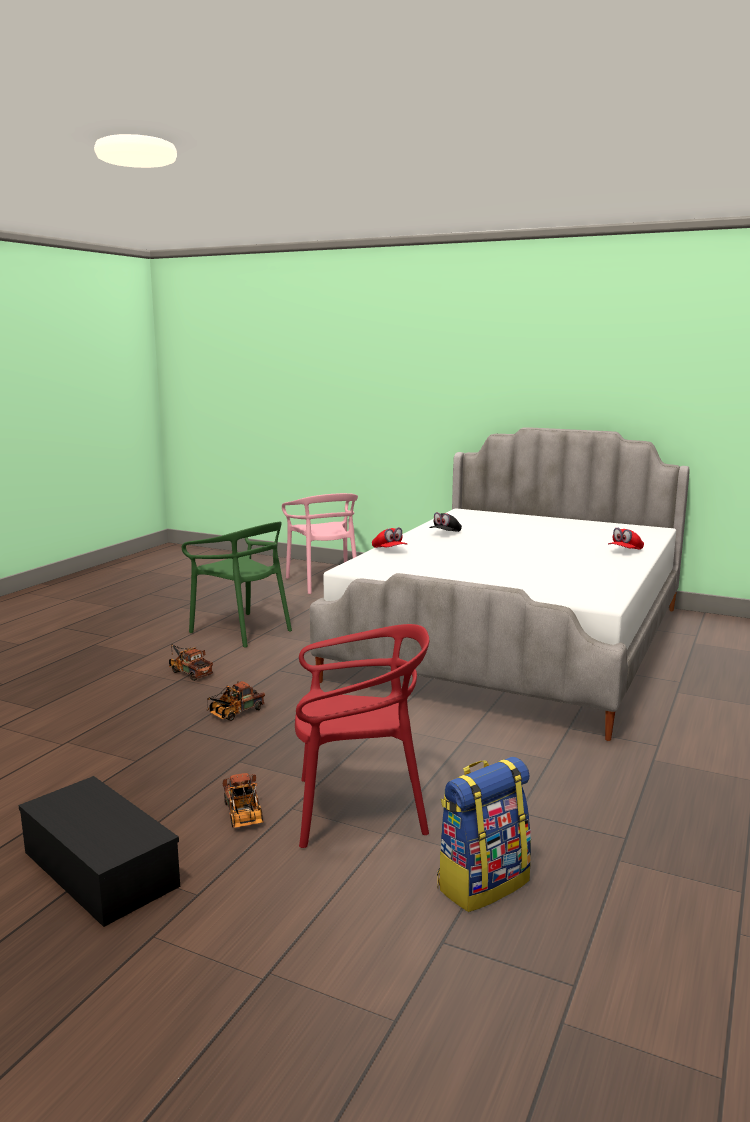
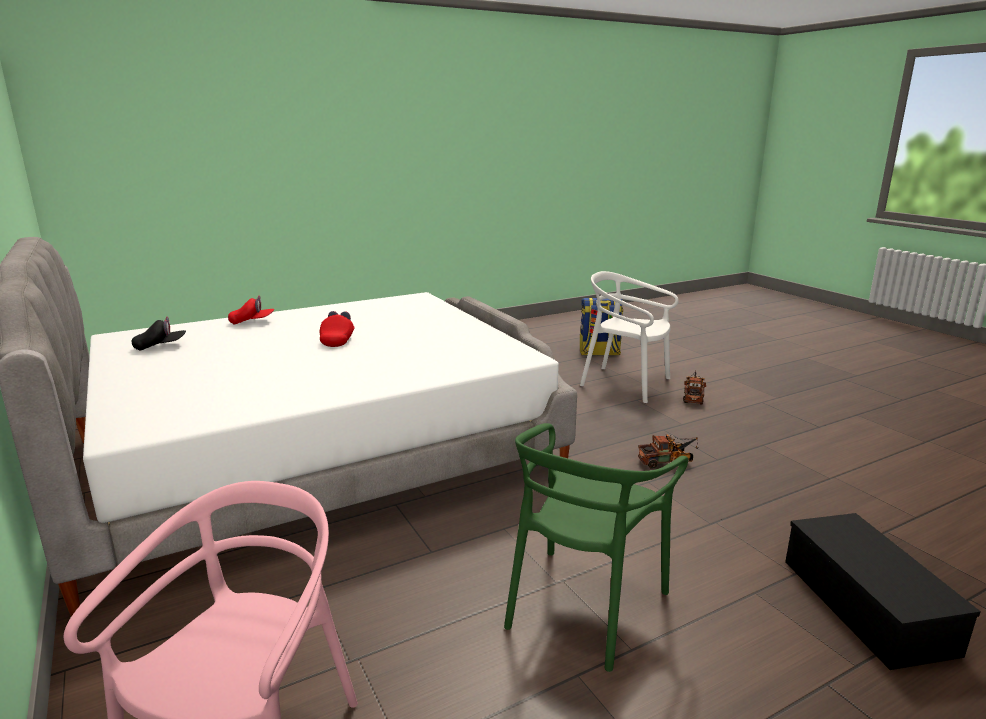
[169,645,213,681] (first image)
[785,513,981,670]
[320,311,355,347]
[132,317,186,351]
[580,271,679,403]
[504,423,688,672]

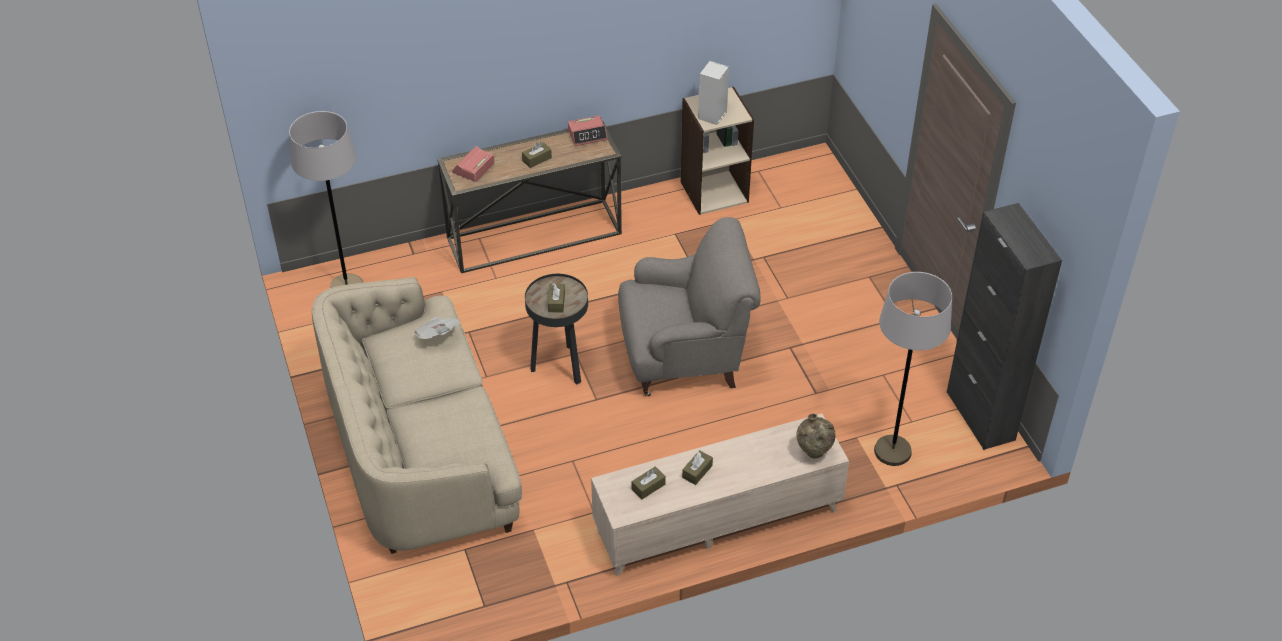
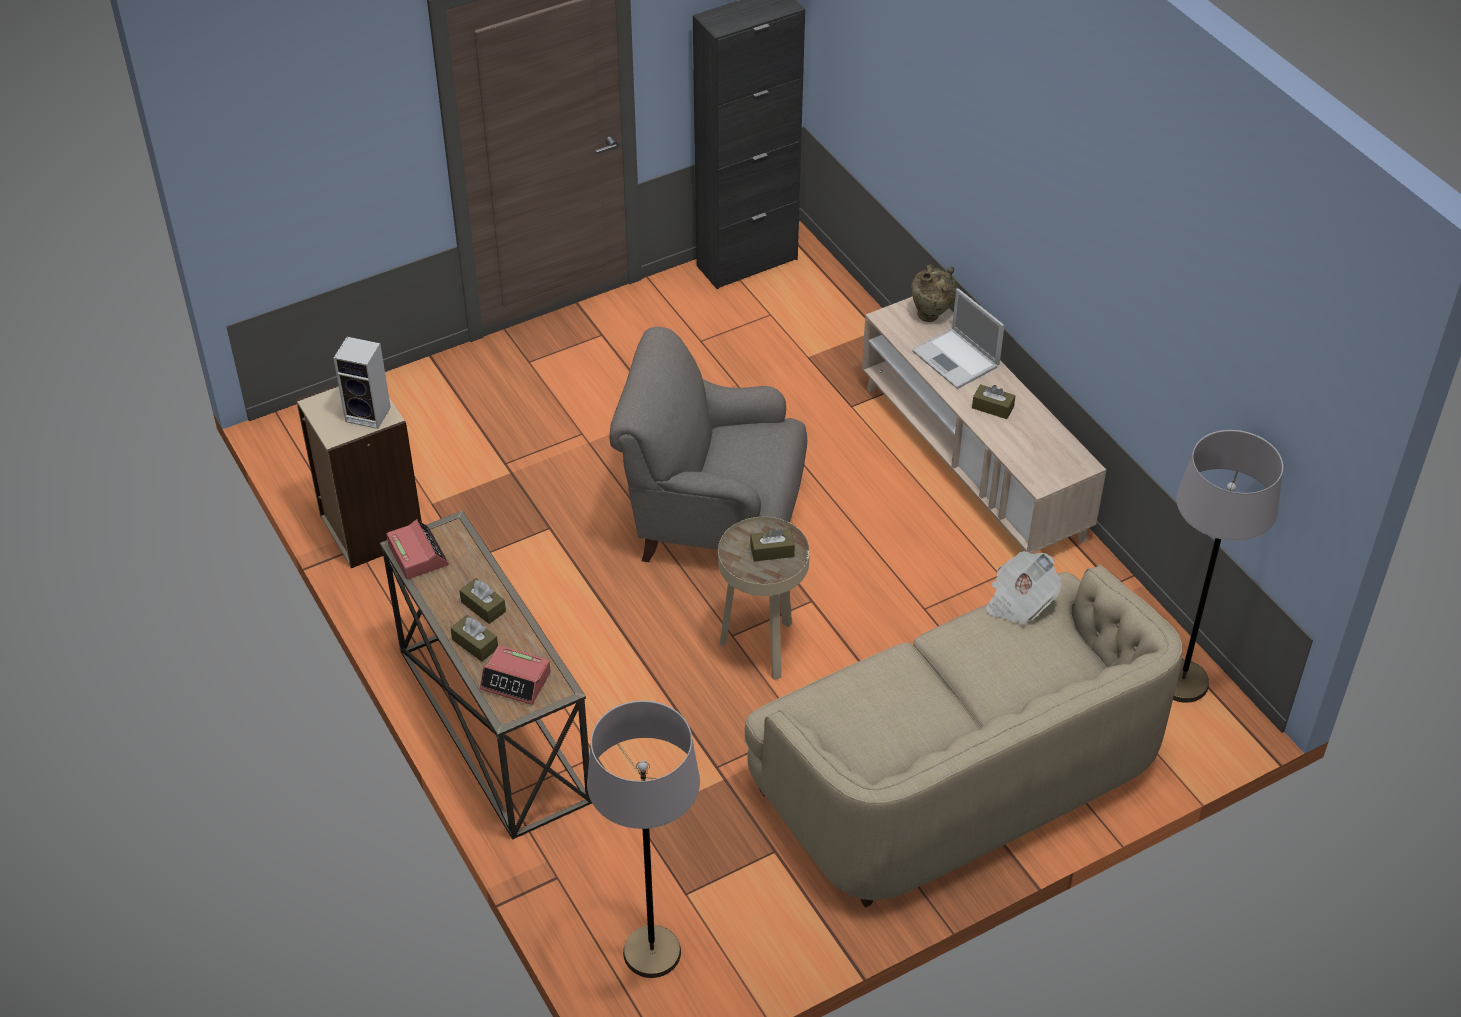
[912,288,1005,389]
[986,551,1062,625]
[450,615,498,661]
[1173,430,1283,703]
[718,517,810,680]
[610,327,807,562]

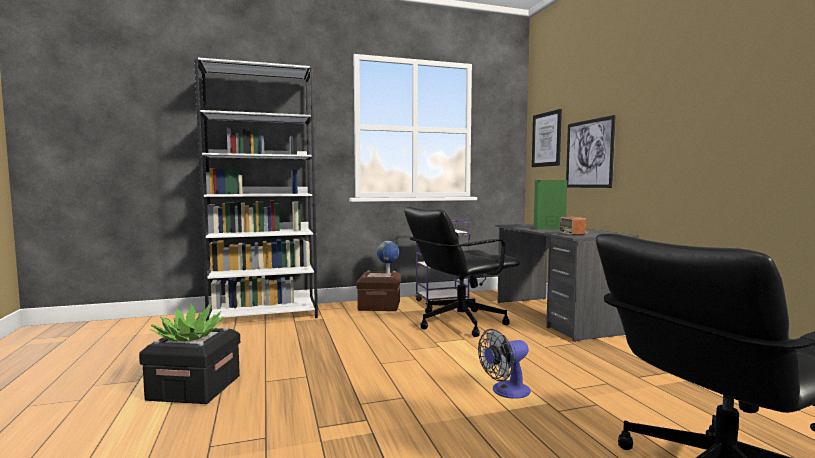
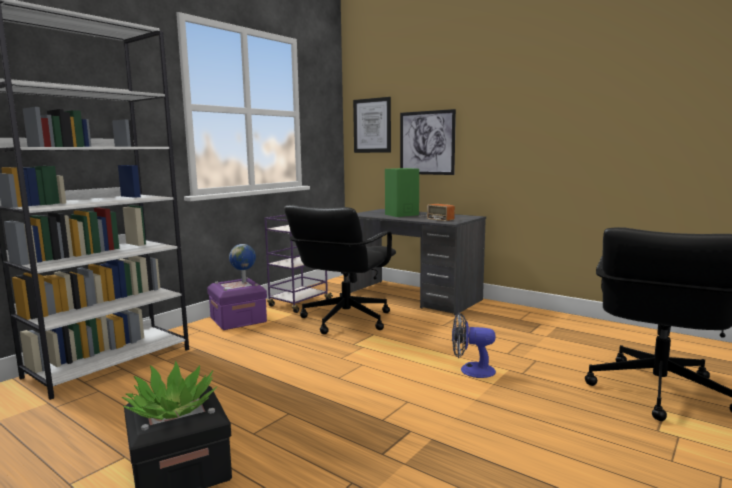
[207,277,267,330]
[452,312,496,378]

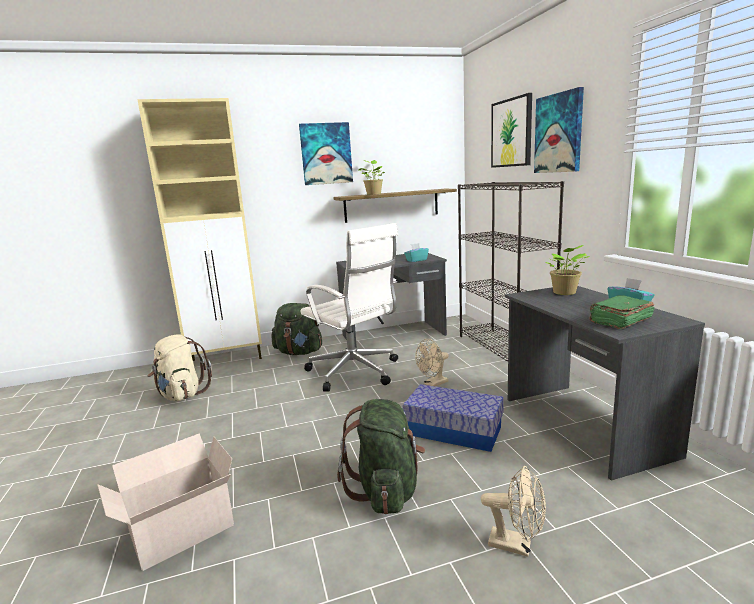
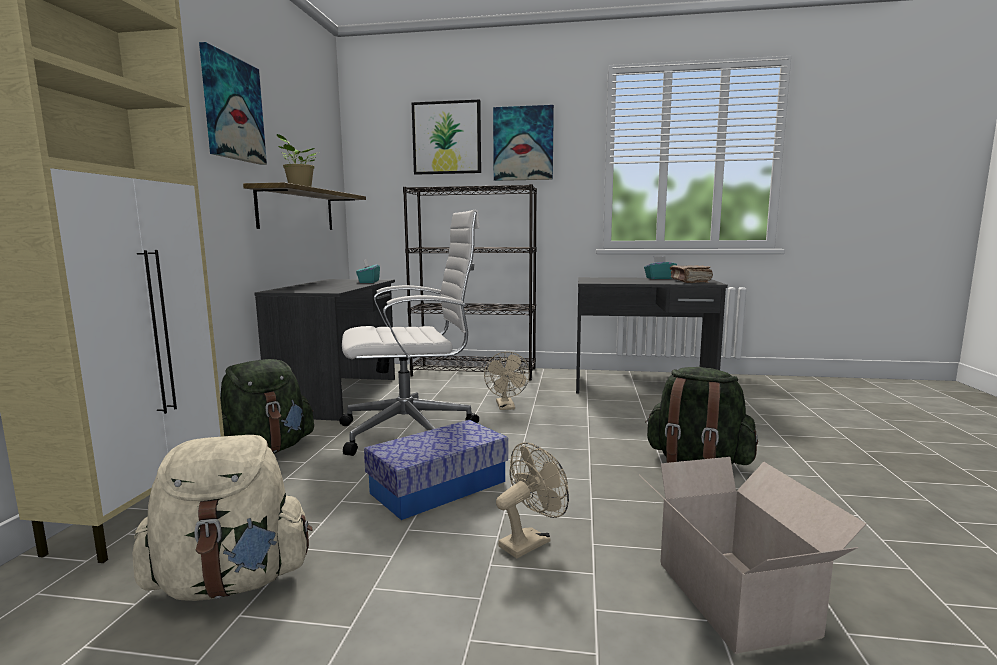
[546,245,590,295] (first image)
[364,420,508,520]
[496,442,569,558]
[670,265,713,283]

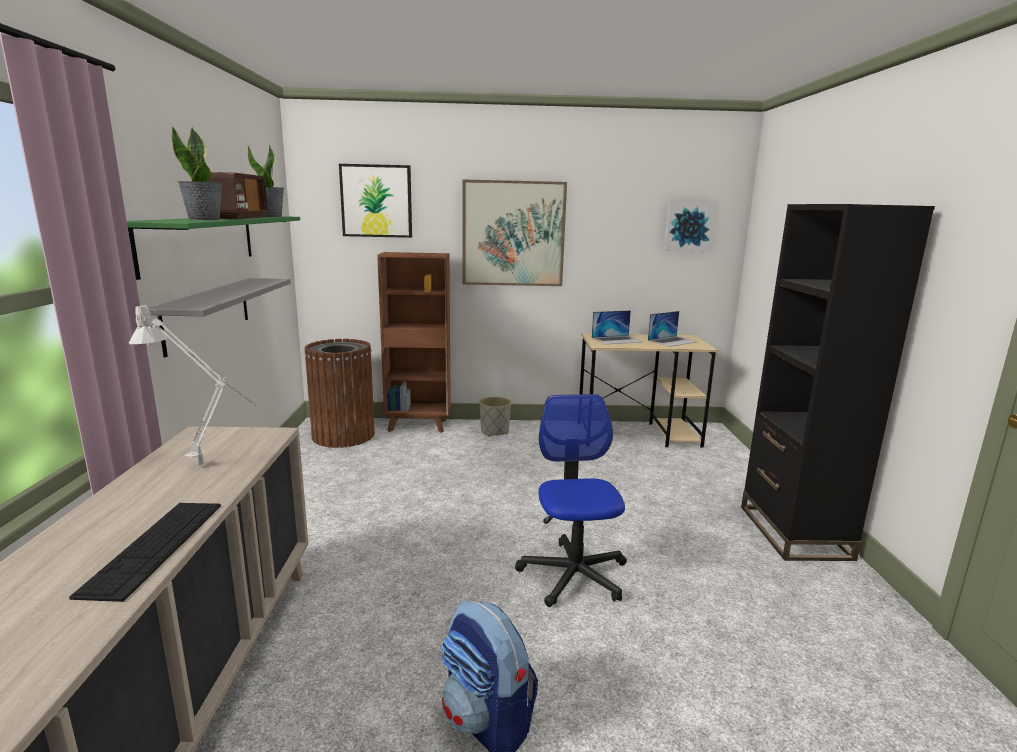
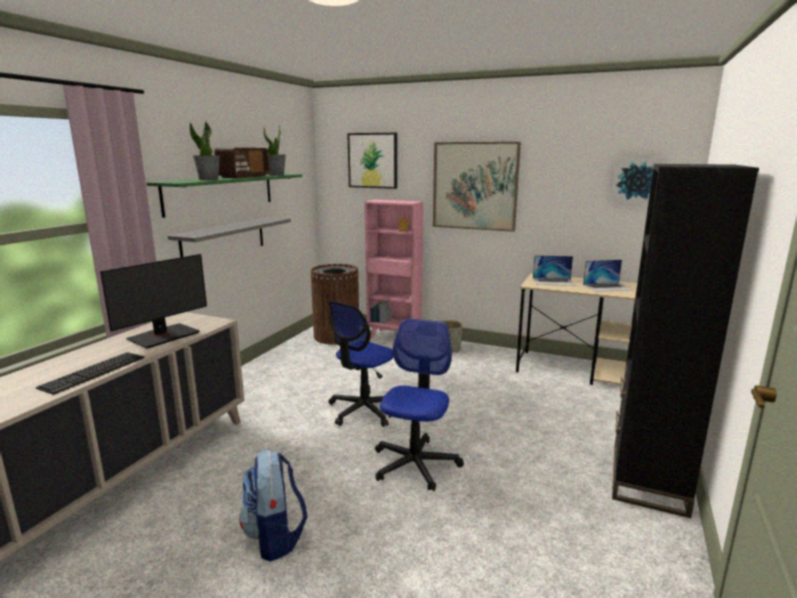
[328,301,394,427]
[100,254,207,348]
[365,200,423,338]

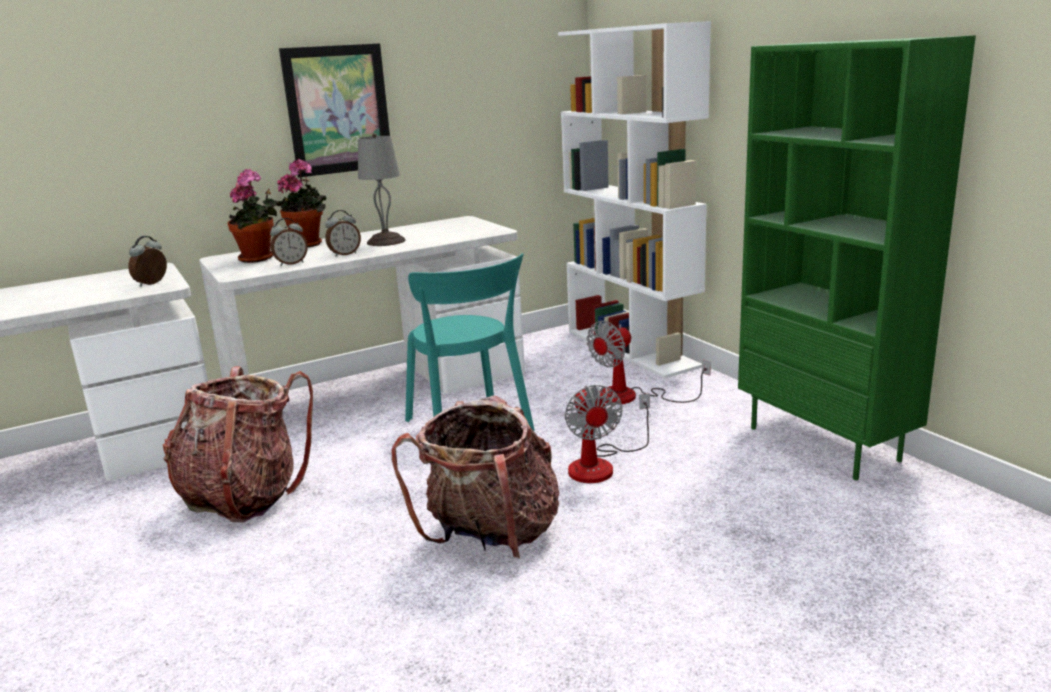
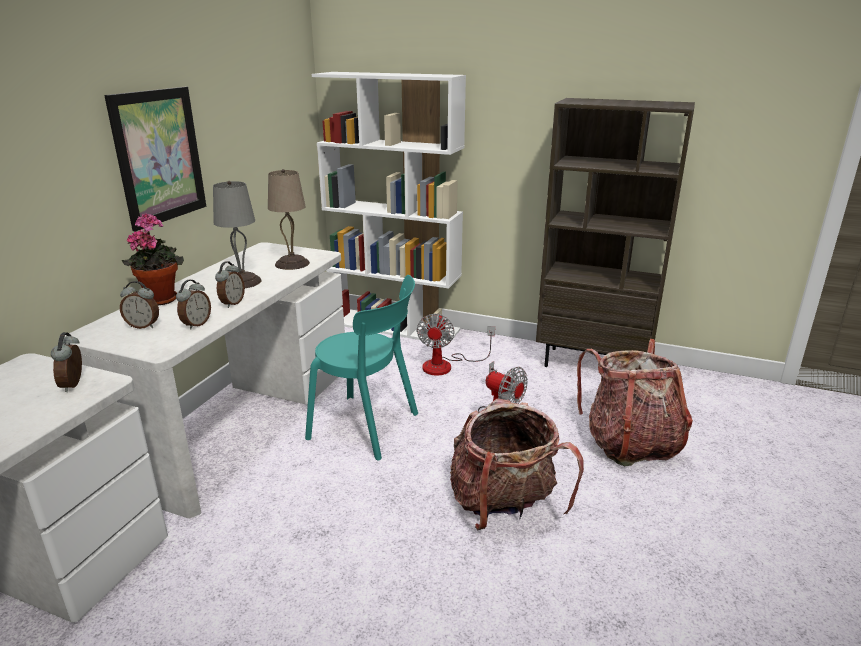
[268,169,310,270]
[577,339,693,466]
[120,281,159,329]
[536,98,695,367]

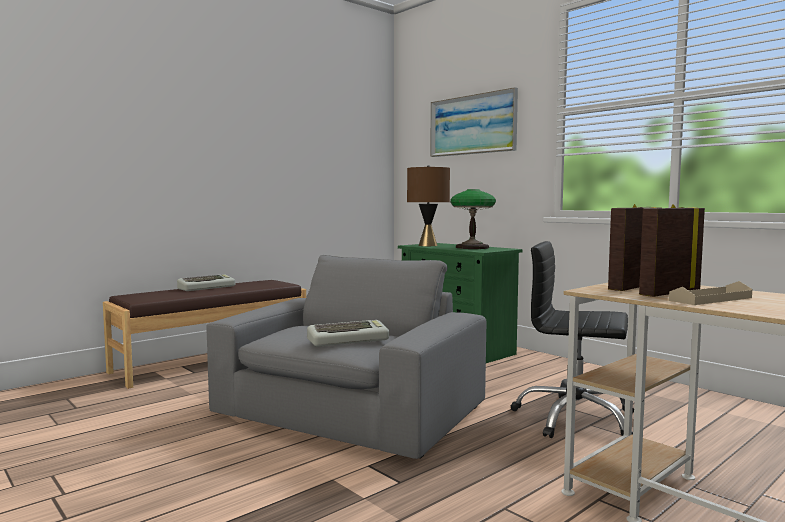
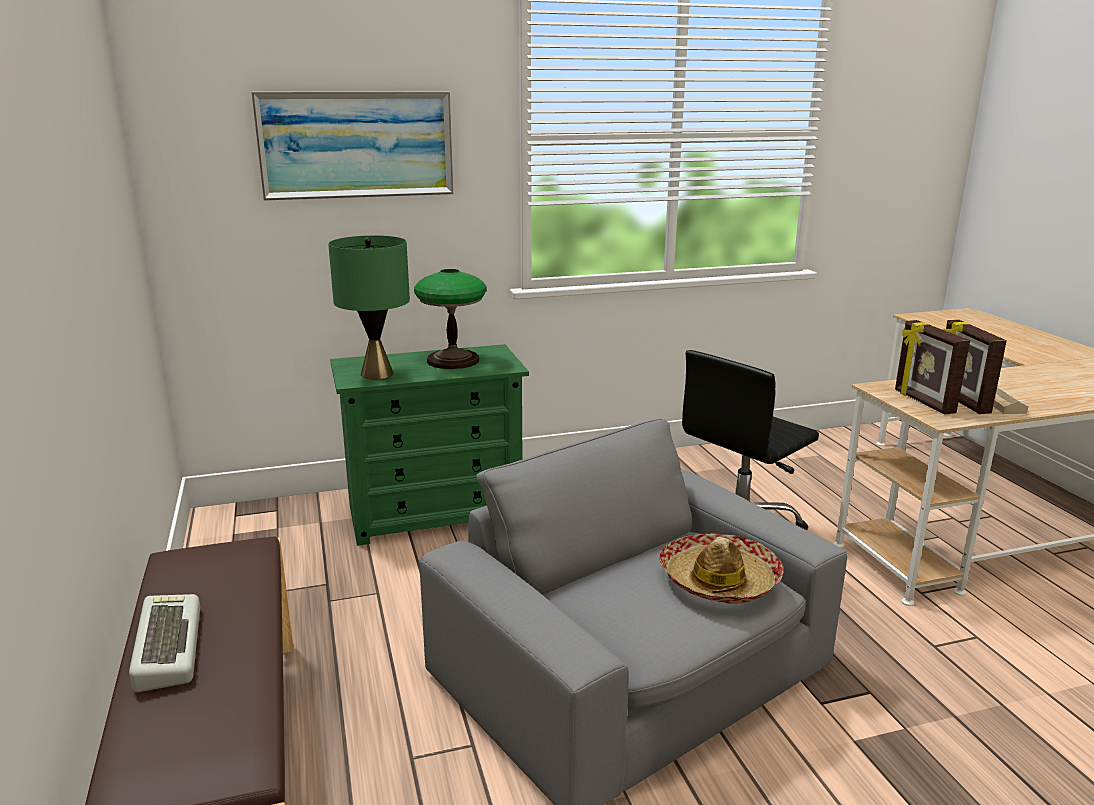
[659,534,784,604]
[328,235,410,379]

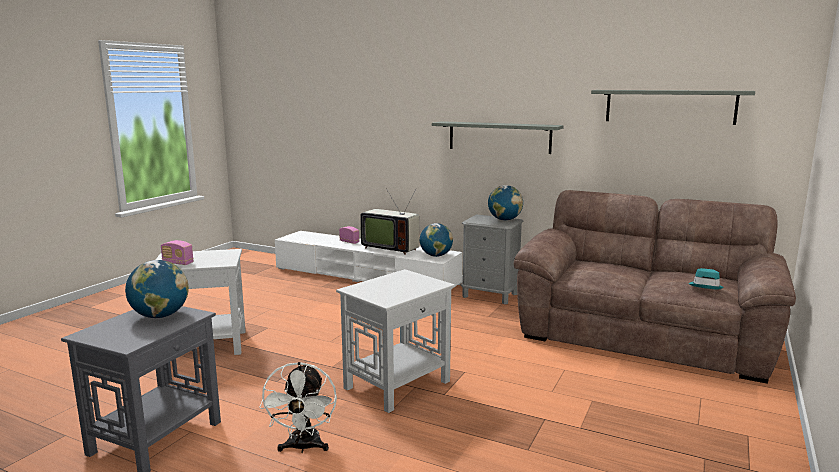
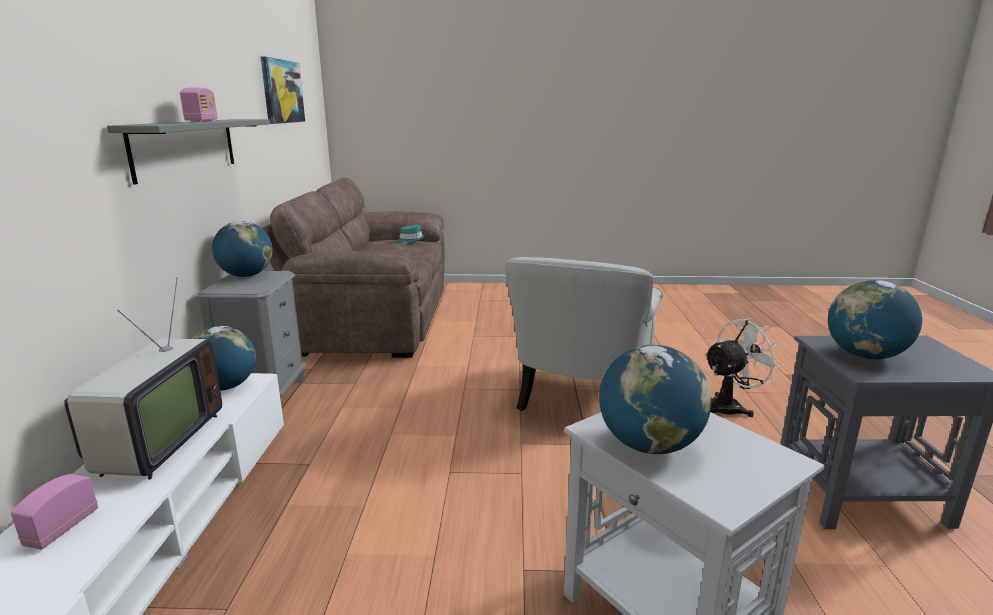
[599,345,712,454]
[180,88,218,122]
[505,257,663,411]
[260,57,305,124]

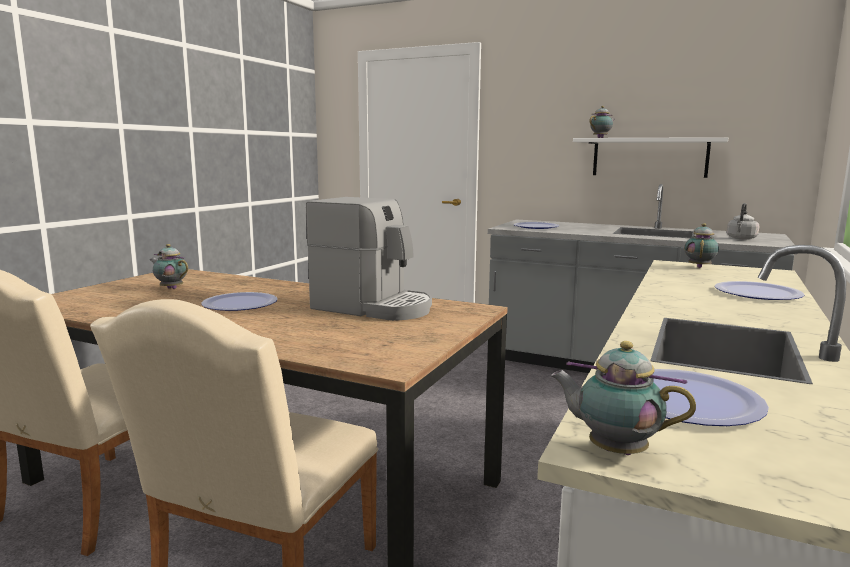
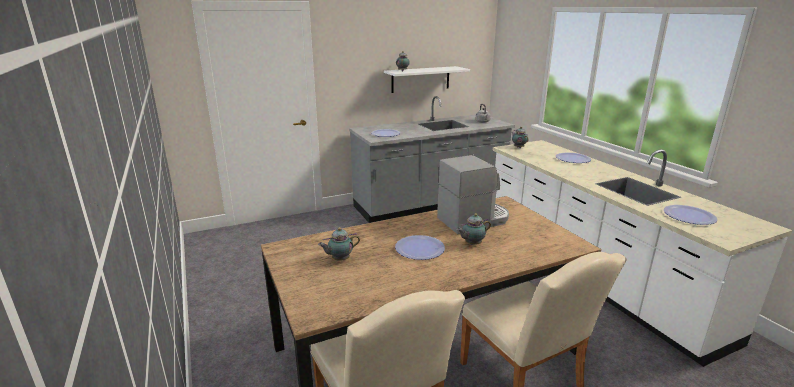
[456,214,491,245]

